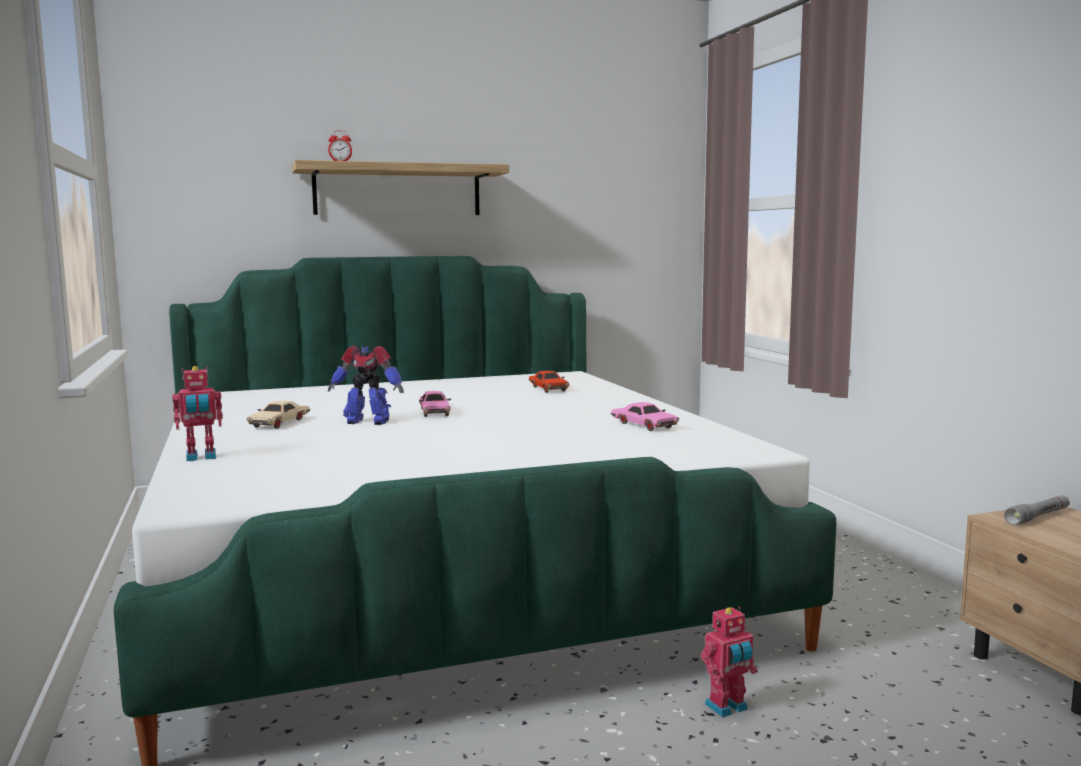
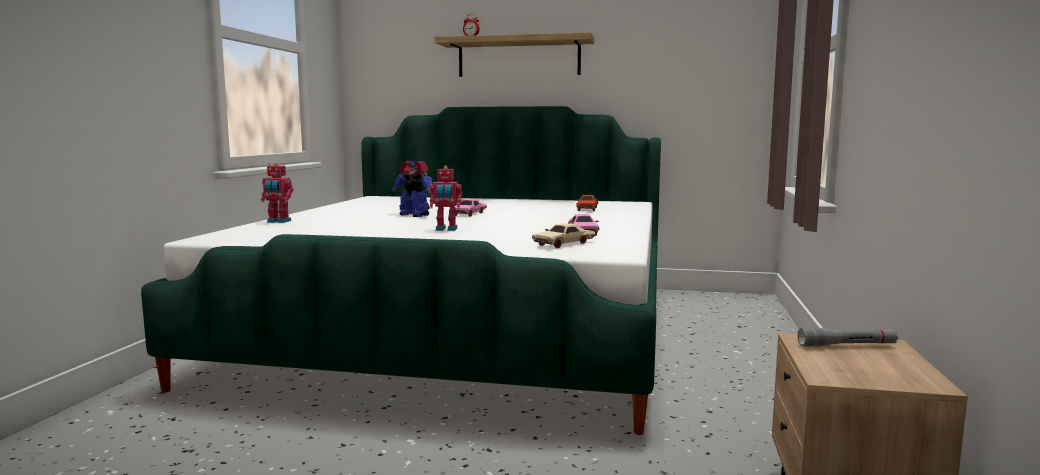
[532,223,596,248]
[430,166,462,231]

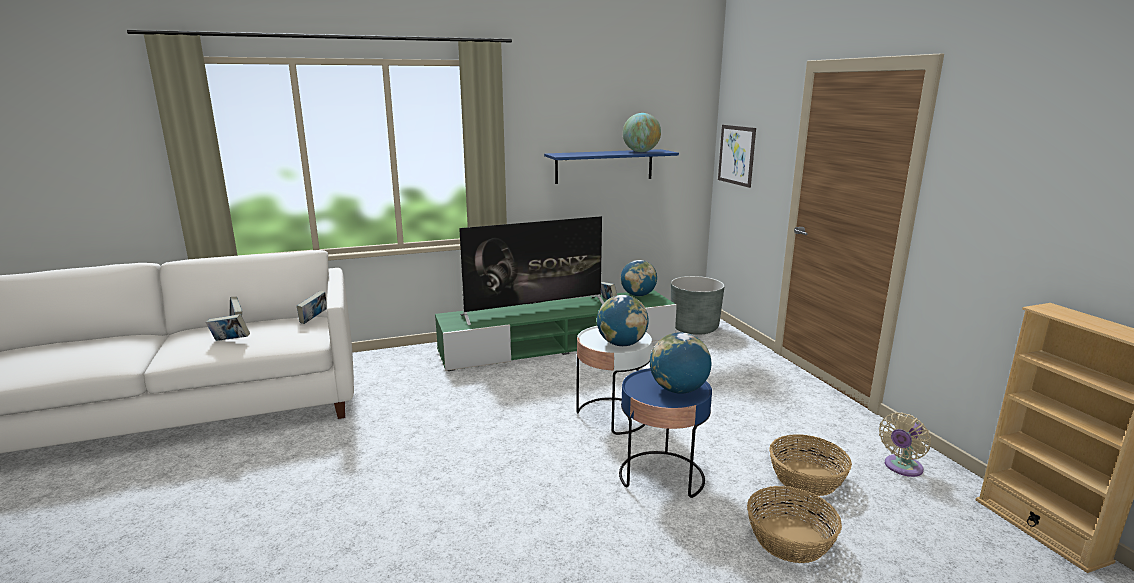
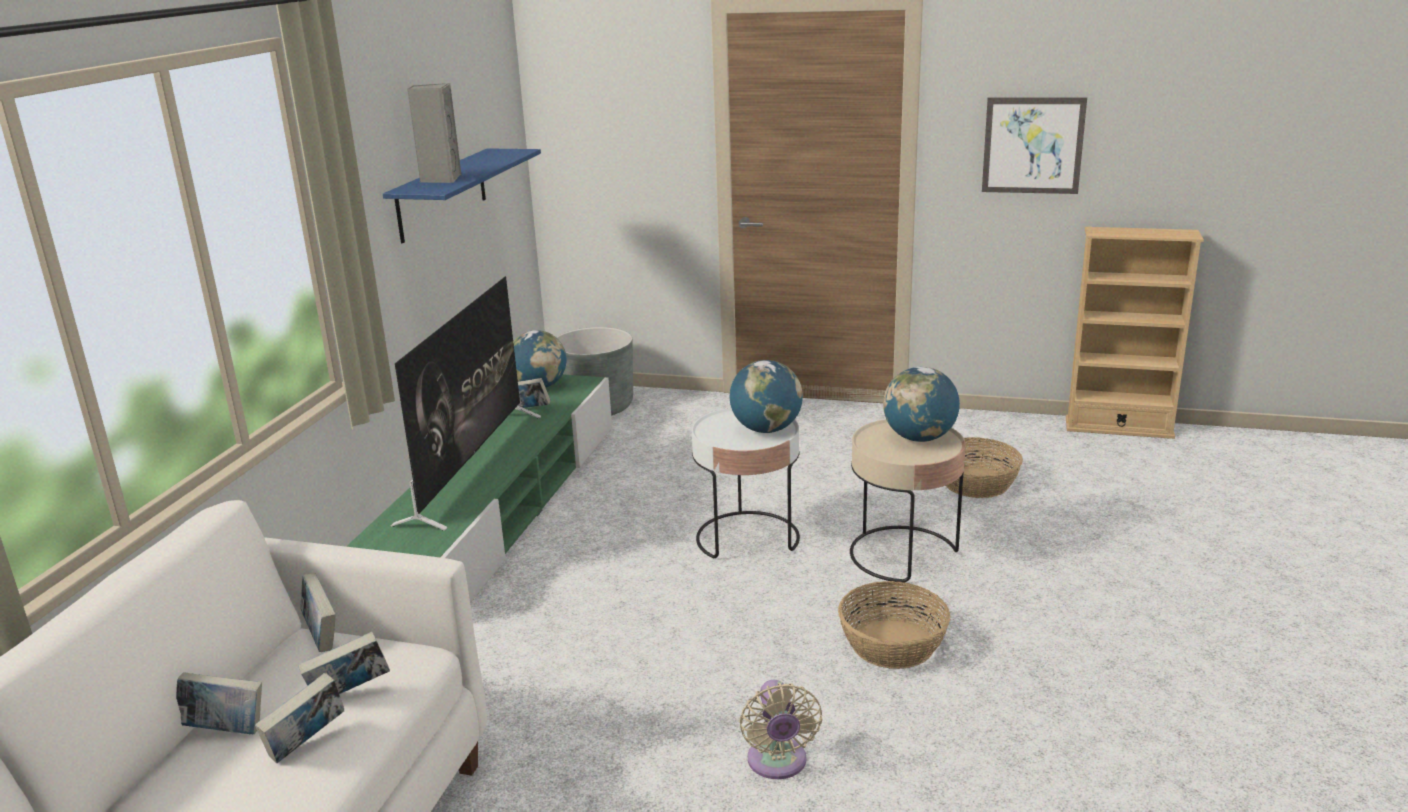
[623,113,661,152] (first image)
[298,632,390,694]
[407,83,461,183]
[982,98,1087,194]
[838,581,950,669]
[739,680,822,779]
[850,419,966,583]

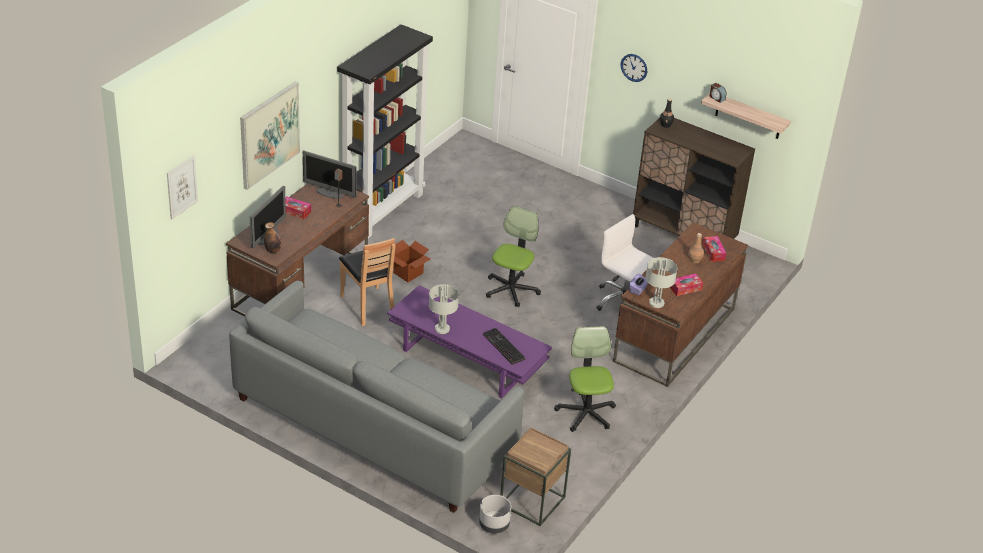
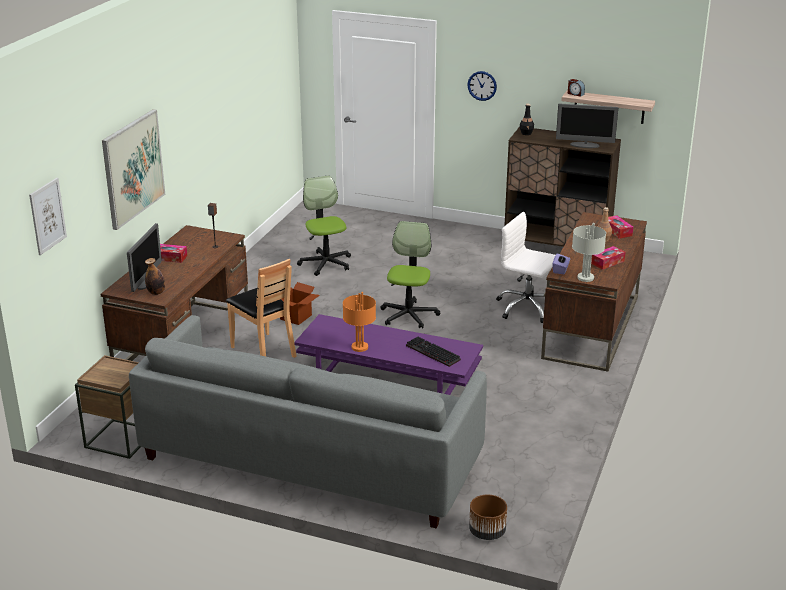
[337,24,433,238] (first image)
[556,103,618,148]
[75,355,141,459]
[297,176,351,276]
[343,292,376,352]
[469,495,507,540]

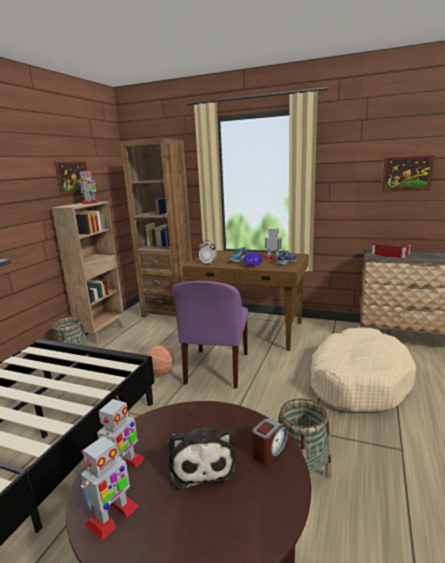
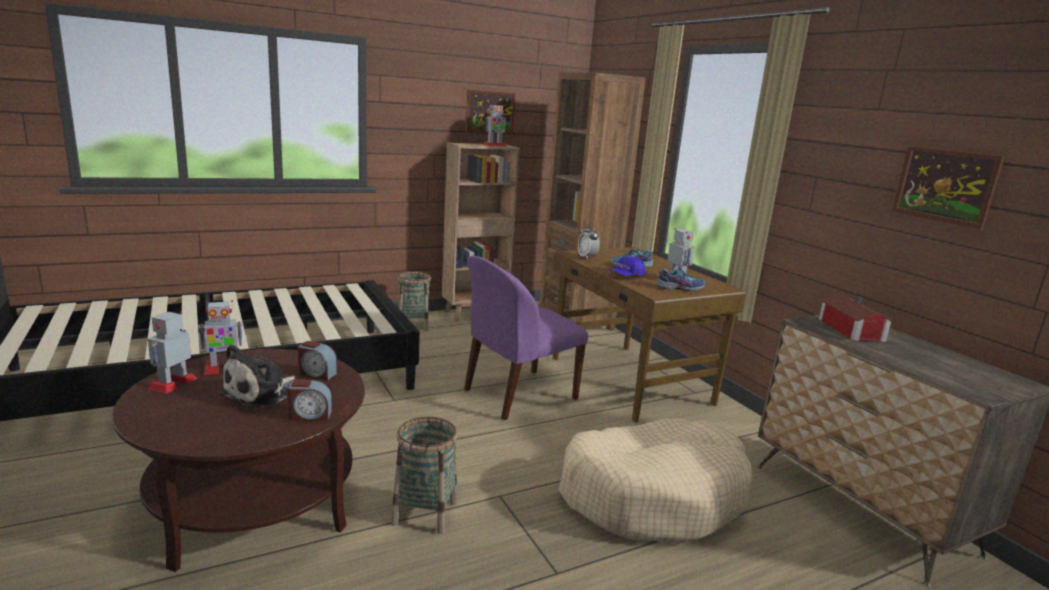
[146,345,174,376] (first image)
[298,341,337,381]
[148,312,198,394]

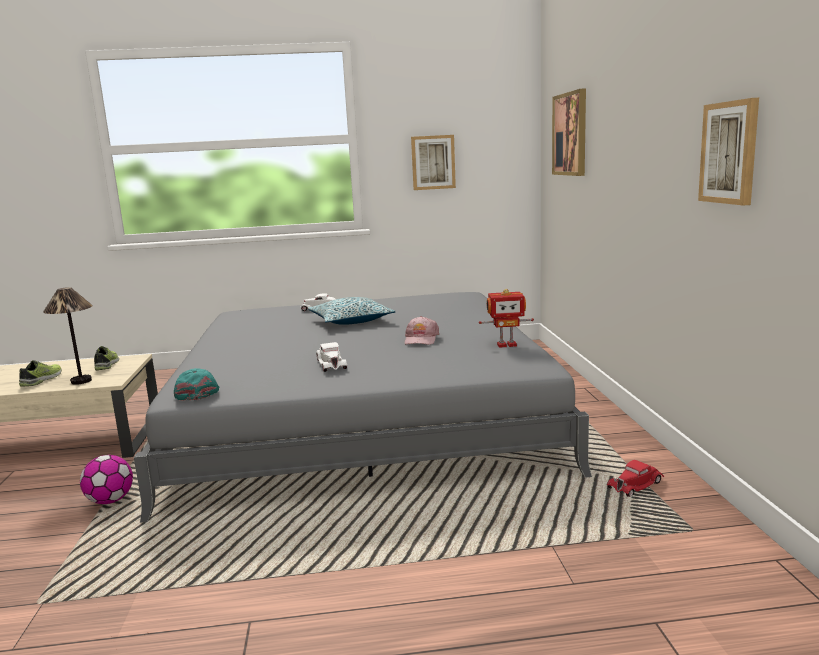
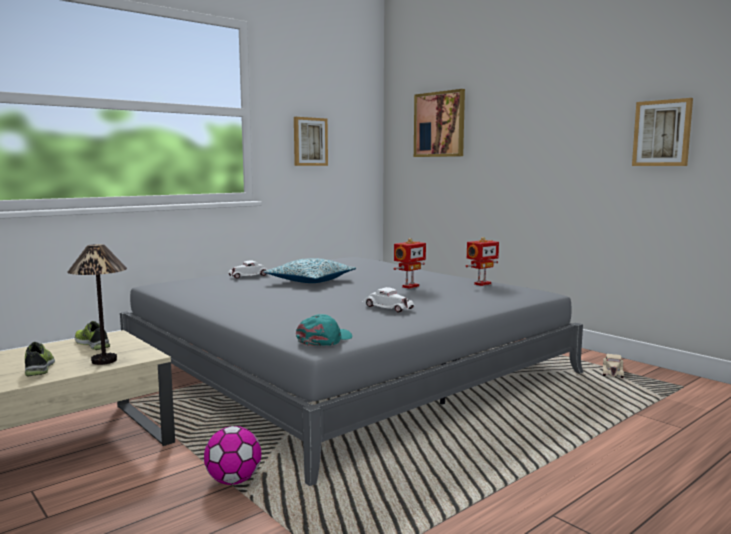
[394,238,426,289]
[603,354,624,378]
[296,314,352,346]

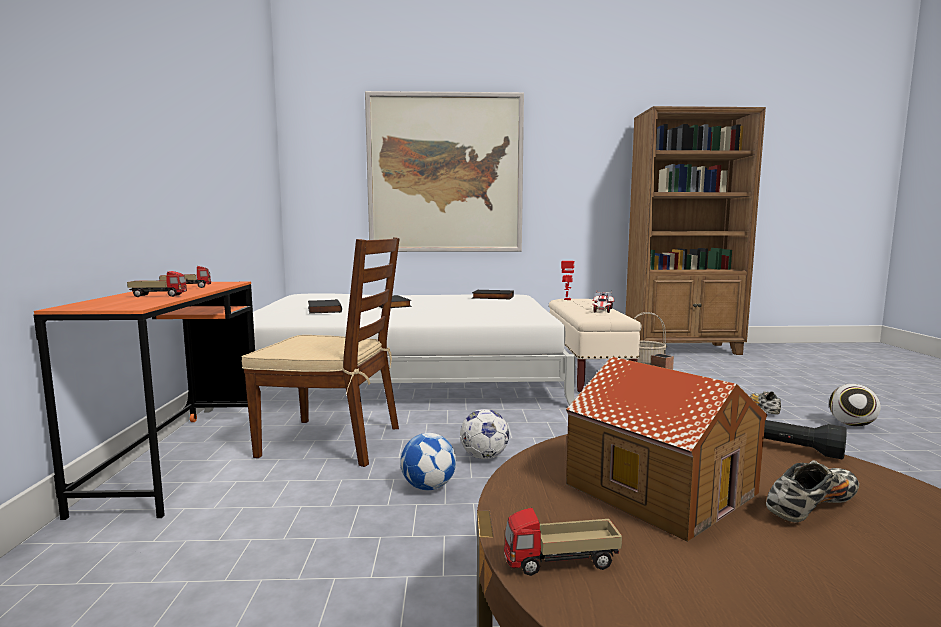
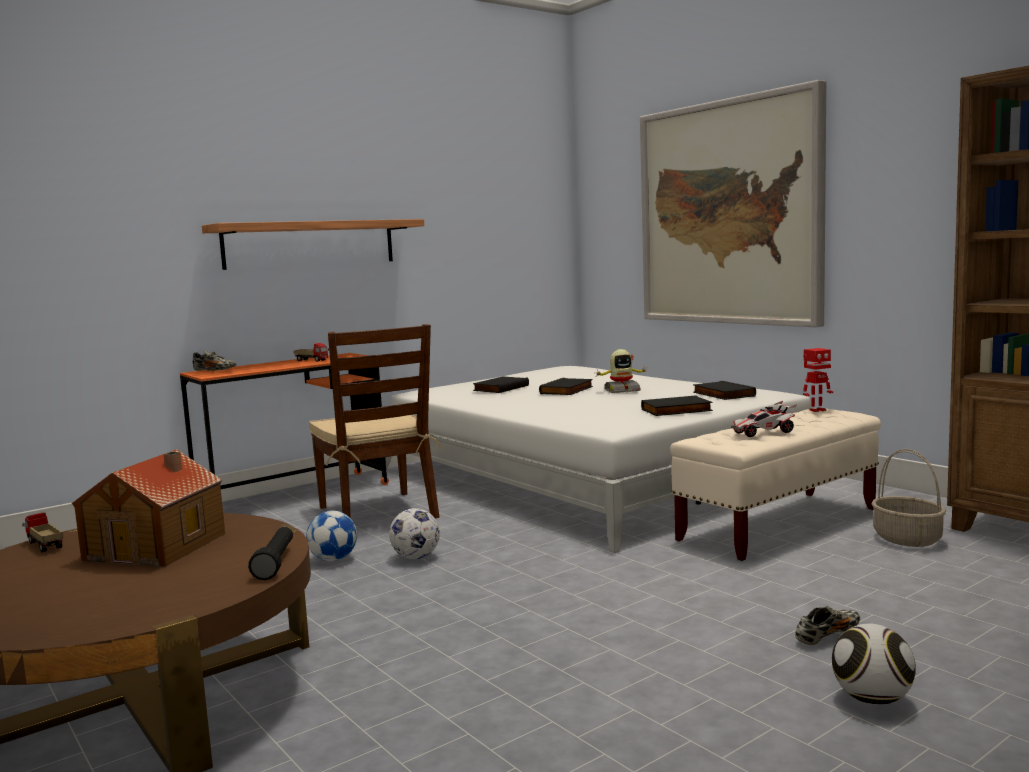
[127,271,188,297] (first image)
[202,219,424,270]
[594,349,646,393]
[641,396,713,416]
[193,351,236,372]

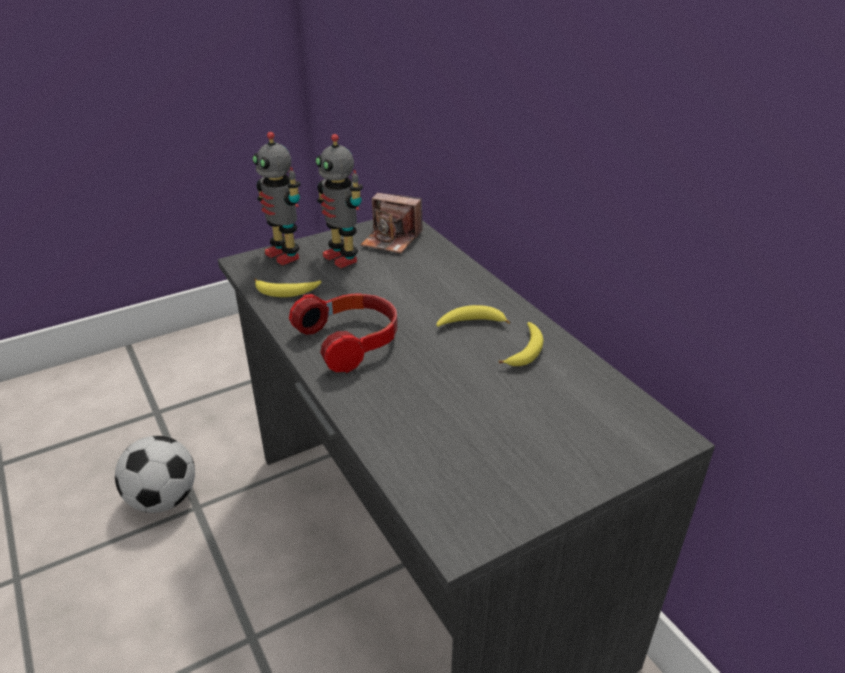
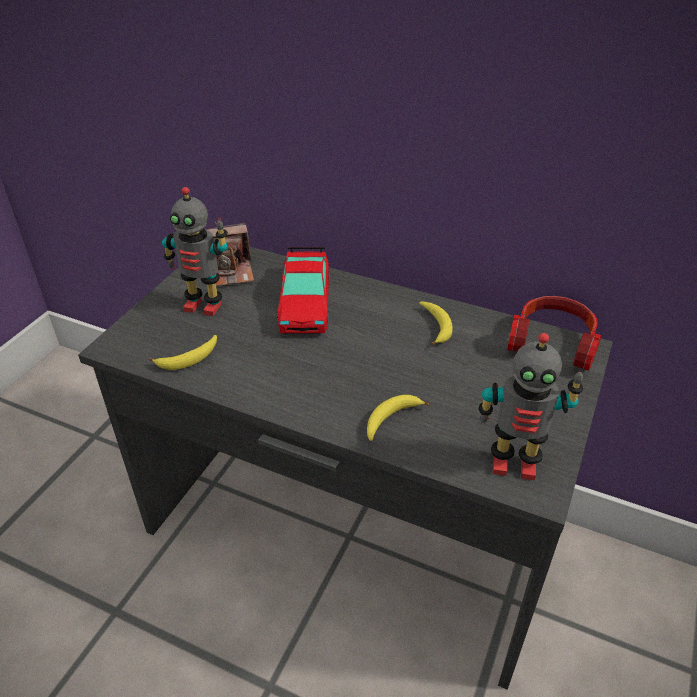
[115,436,195,513] (first image)
[277,247,329,333]
[479,333,583,480]
[507,296,601,371]
[367,395,429,441]

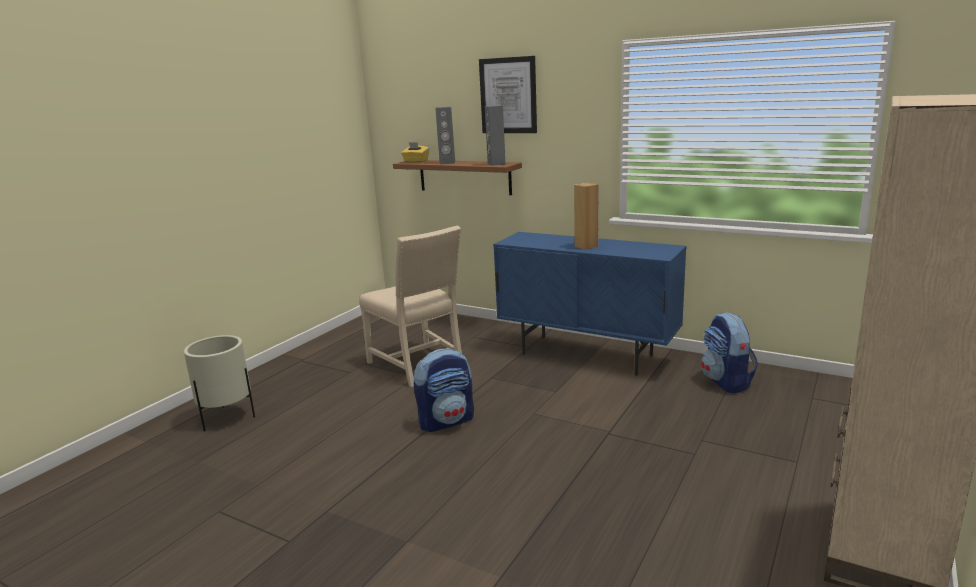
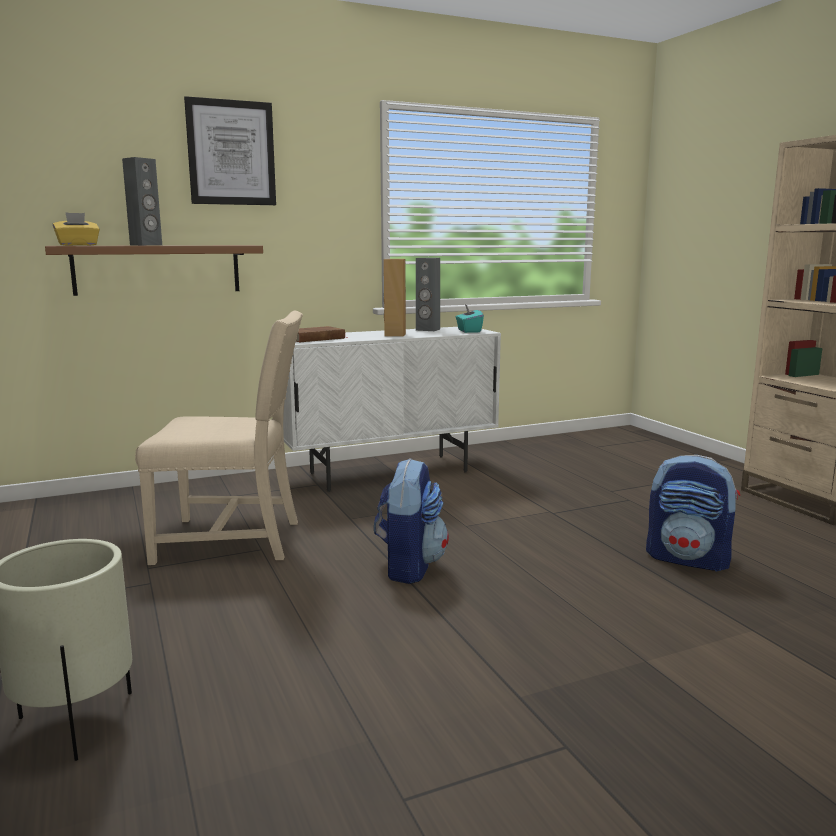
[296,326,345,342]
[456,304,484,333]
[416,258,440,331]
[646,455,740,571]
[283,327,501,492]

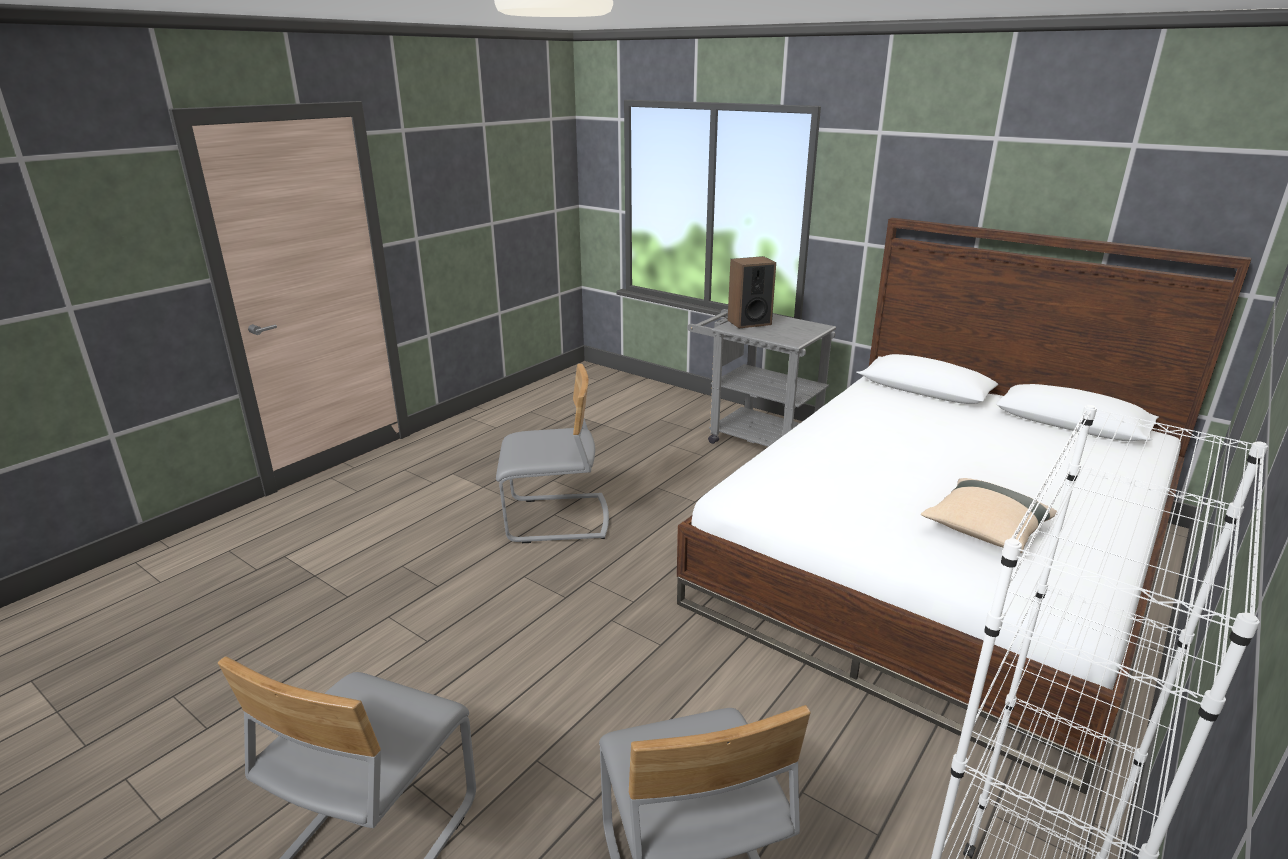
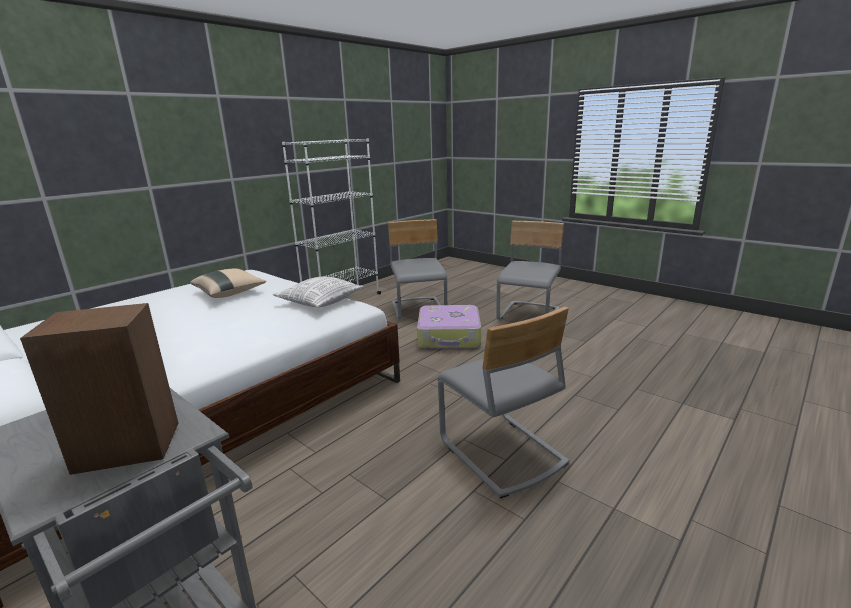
[273,276,364,307]
[417,305,481,349]
[437,307,569,498]

